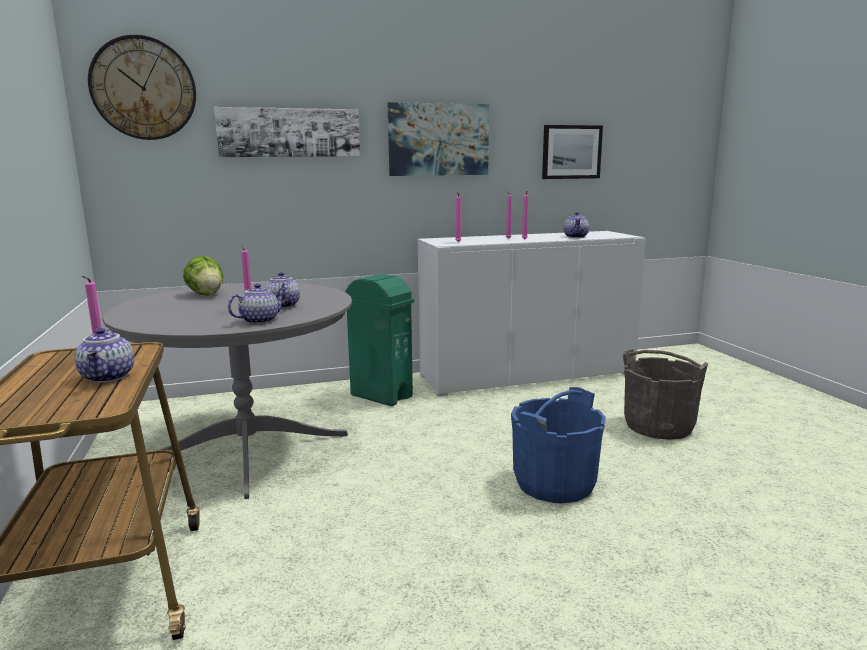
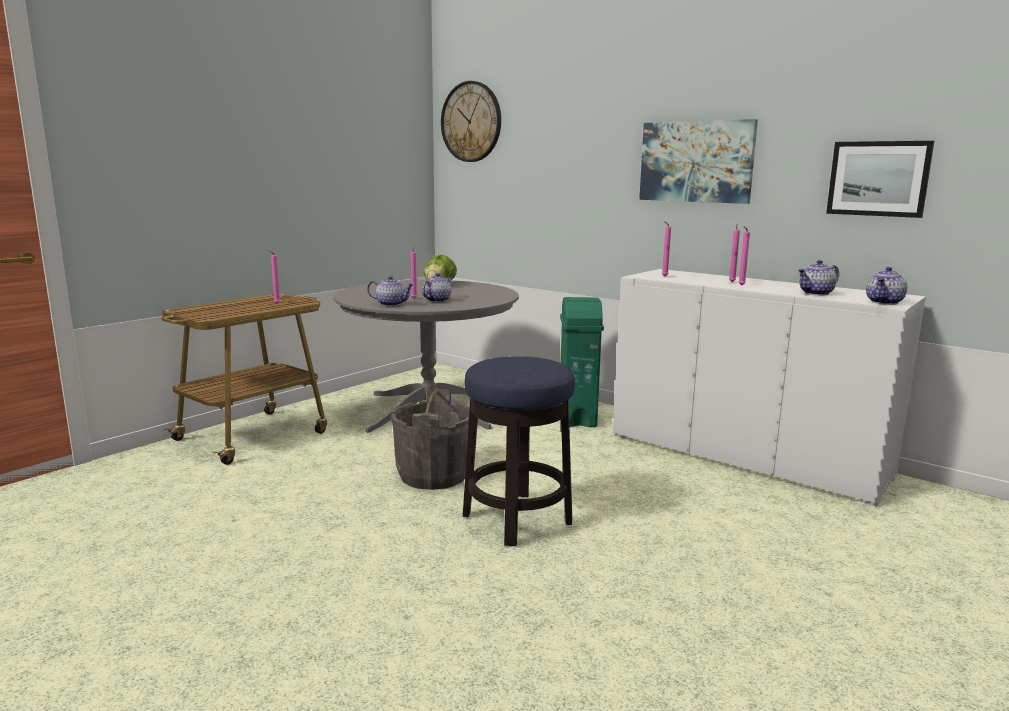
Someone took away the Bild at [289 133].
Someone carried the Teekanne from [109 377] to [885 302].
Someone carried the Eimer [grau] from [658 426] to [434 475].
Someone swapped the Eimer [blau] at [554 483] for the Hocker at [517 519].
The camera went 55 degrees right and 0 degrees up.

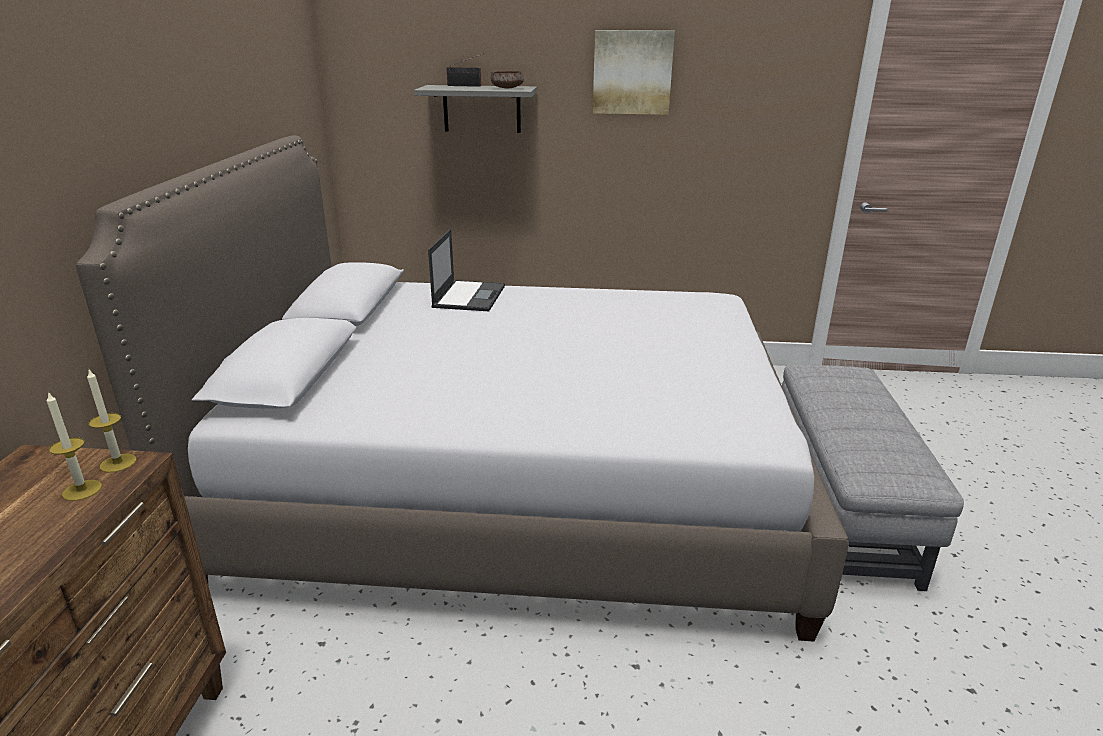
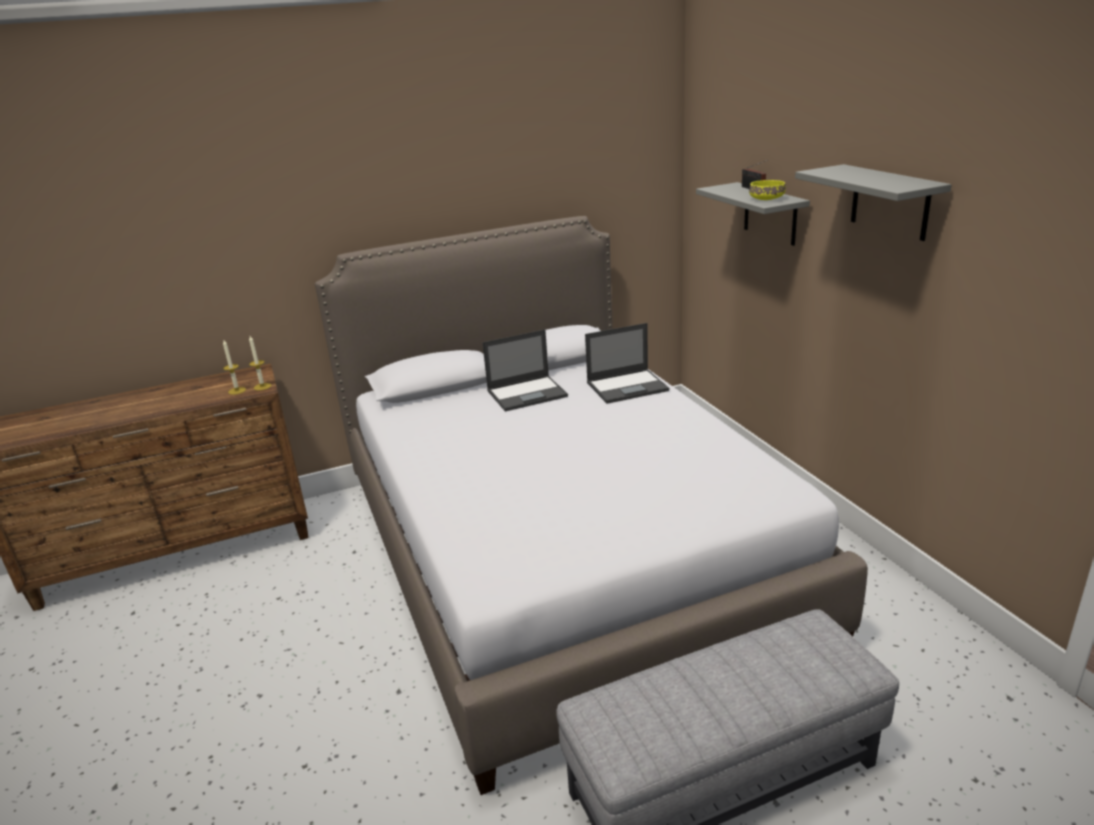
Someone swapped the Bild at [632 72] for the Wandregal [grau] at [890 202].
Someone repainted the Schüssel [braun] at [506 88], which became the Schüssel [gelb] at [766 199].
Someone put down the Laptop at [528 393].
The camera went 65 degrees right and 0 degrees up.

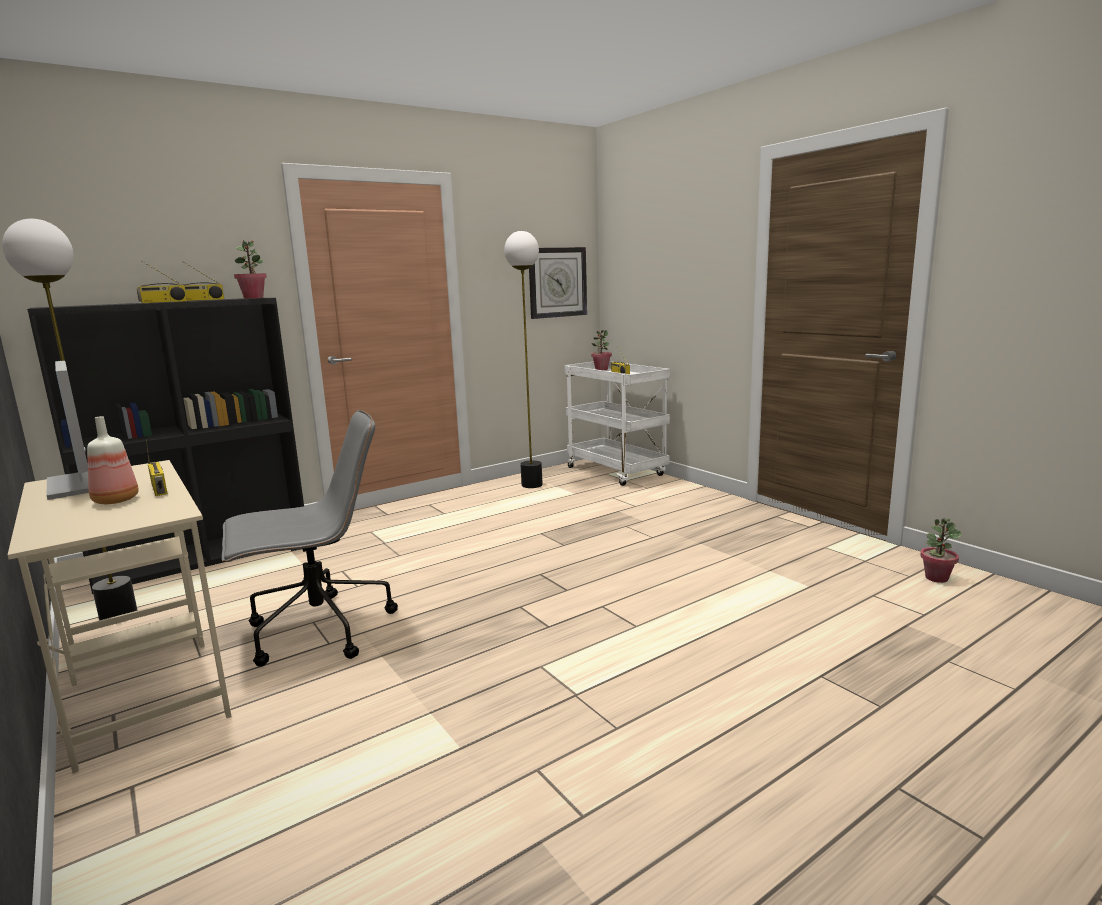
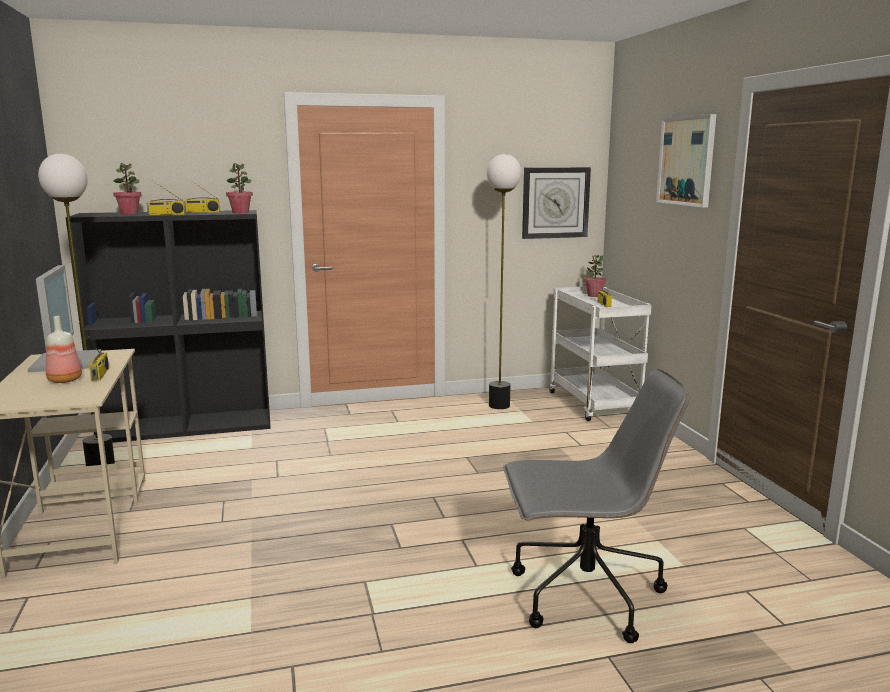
Someone carried the Bürostuhl [grau] from [318 631] to [583 596].
Someone carried the Topfpflanze from [936 578] to [129 213].
Someone put up the Bild at [686 161].
The camera went 20 degrees right and 0 degrees up.

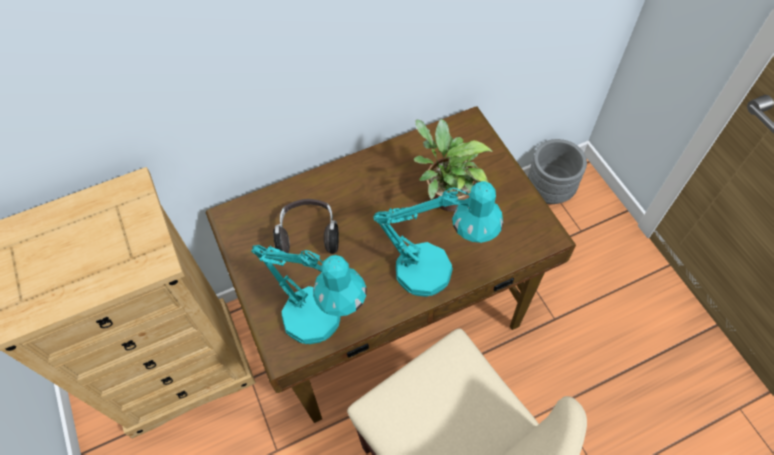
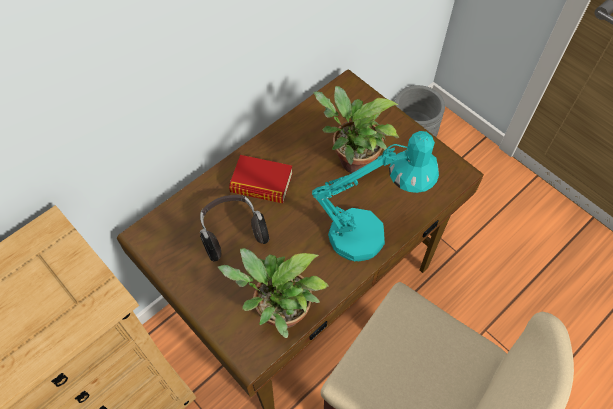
Someone swapped the Tischlampe [türkis] at [323 323] for the Topfpflanze at [279 313].
Someone put down the Buch at [261 183].
The camera went 20 degrees left and 0 degrees up.

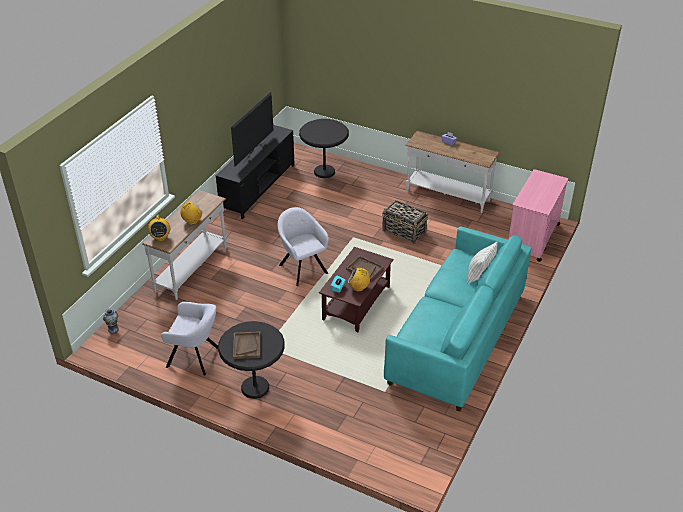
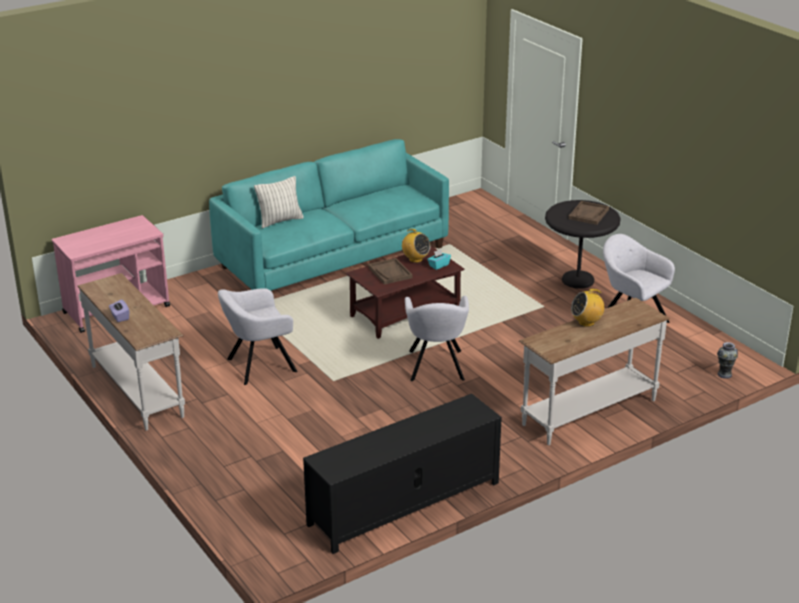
Someone took away the Fernseher at [254 152].
Someone took away the Beistelltisch [schwarz] at [324 172].
Someone swapped the Korb at [404 232] for the Sessel [grau] at [258 366].
Someone took away the Radio at [160 237].
The camera went 150 degrees left and 10 degrees down.

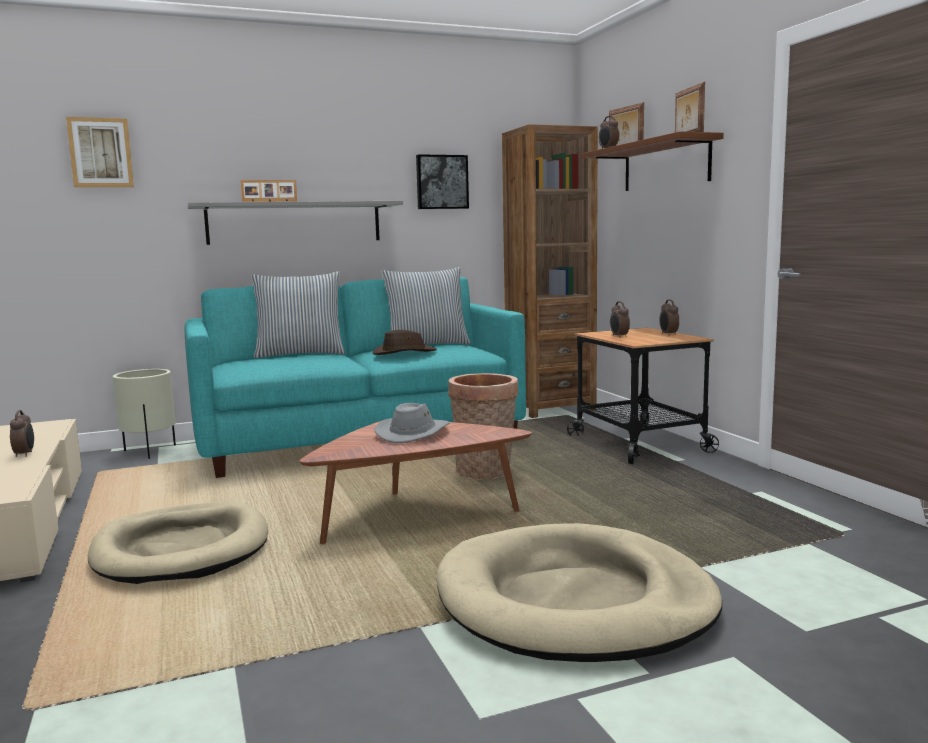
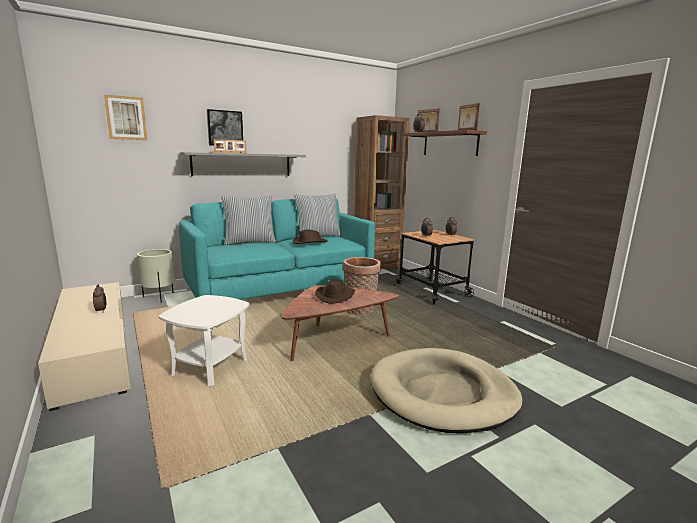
Someone carried the Bild from [441 182] to [225 128].
Someone repainted the Hut [grau] at [413 433], which became the Hut [braun] at [335 296].
Someone swapped the Hundebett [beige] at [182 549] for the Beistelltisch [weiß] at [210 367].
The camera went 10 degrees left and 5 degrees up.

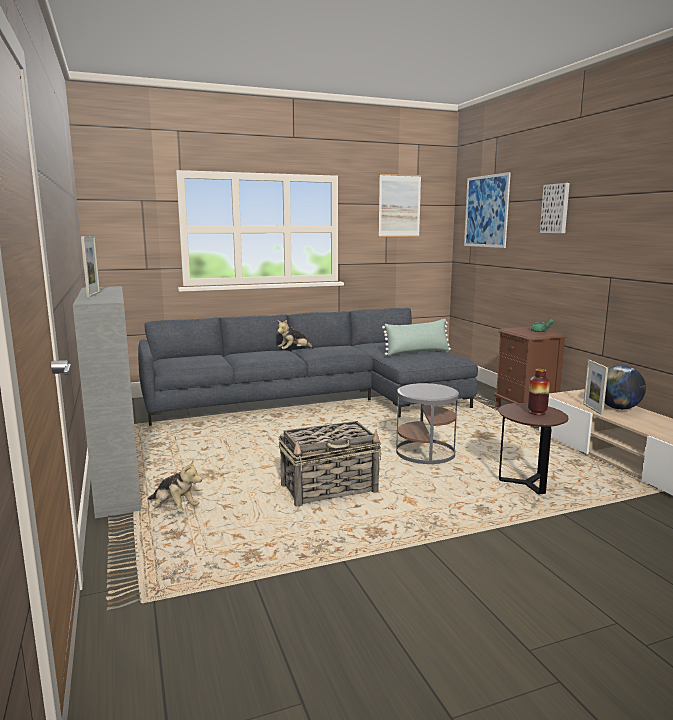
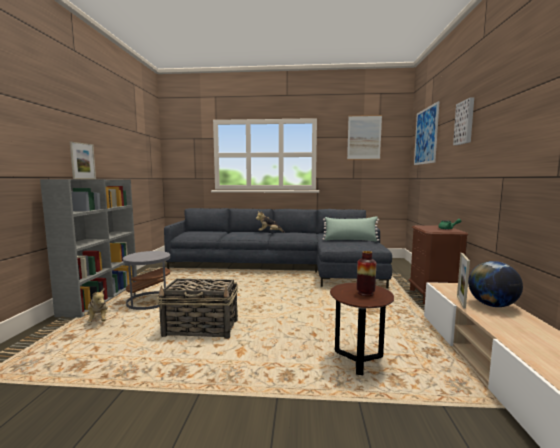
Someone carried the Beistelltisch [grau] from [425 452] to [150 301].
The camera went 25 degrees right and 5 degrees down.

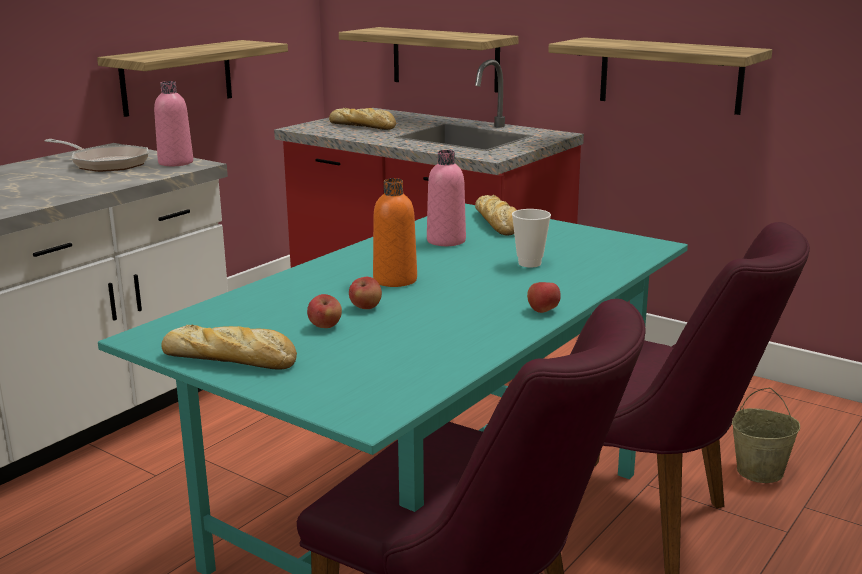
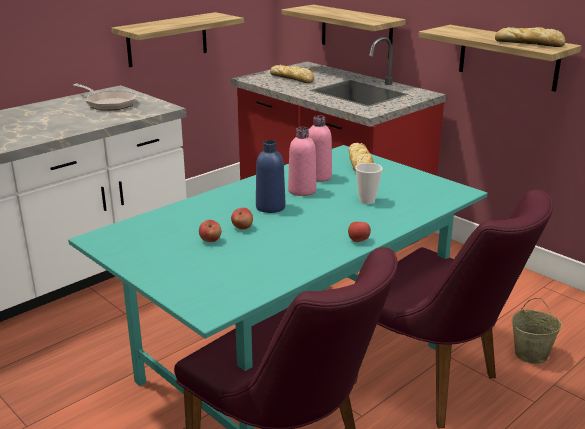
Someone carried the Flasche [rosa] from [176 163] to [302 191].
Someone repainted the Flasche [orange] at [395 280], which became the Flasche [blau] at [270 207].
Someone carried the Brot from [232 359] to [530 43].
The camera went 10 degrees right and 5 degrees up.

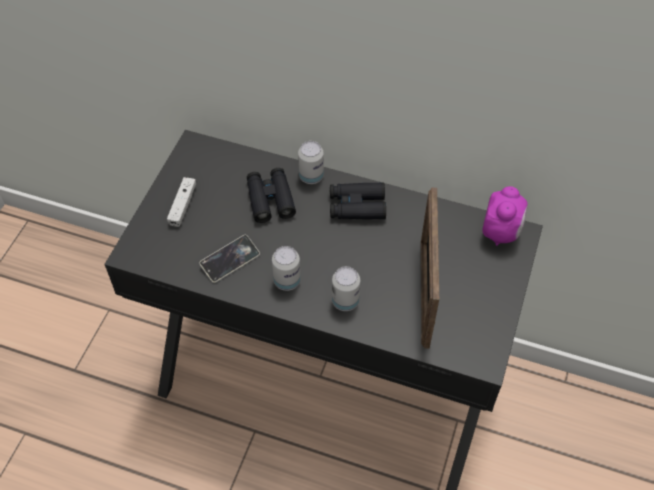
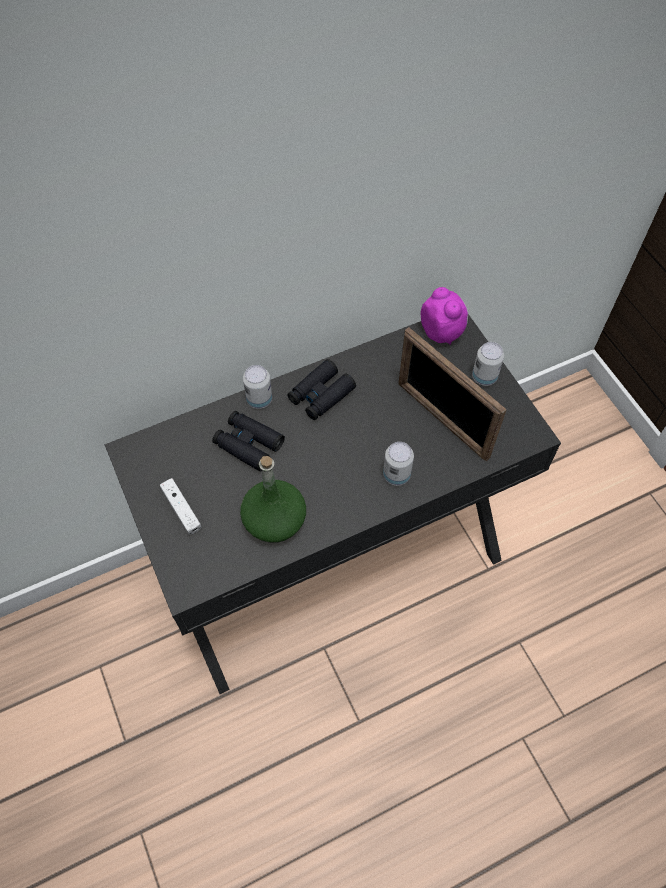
Someone swapped the Handy at [230 260] for the Flasche [grün] at [275 520].
Someone carried the Dose from [287 281] to [484 377].
The camera went 45 degrees left and 5 degrees up.

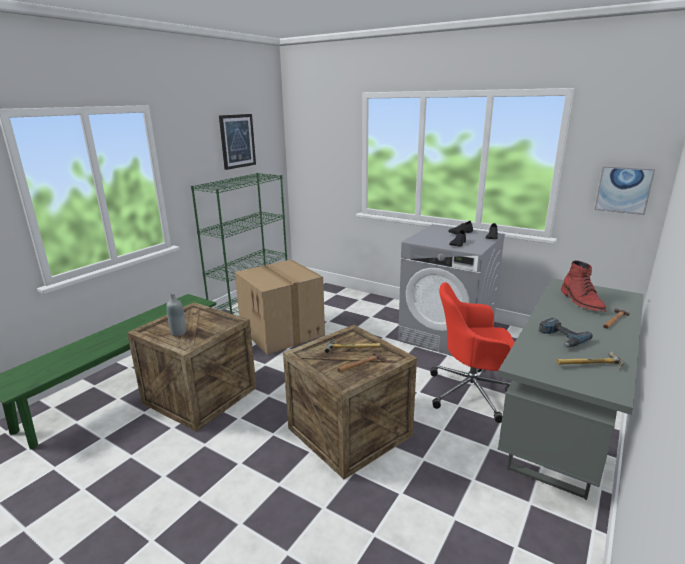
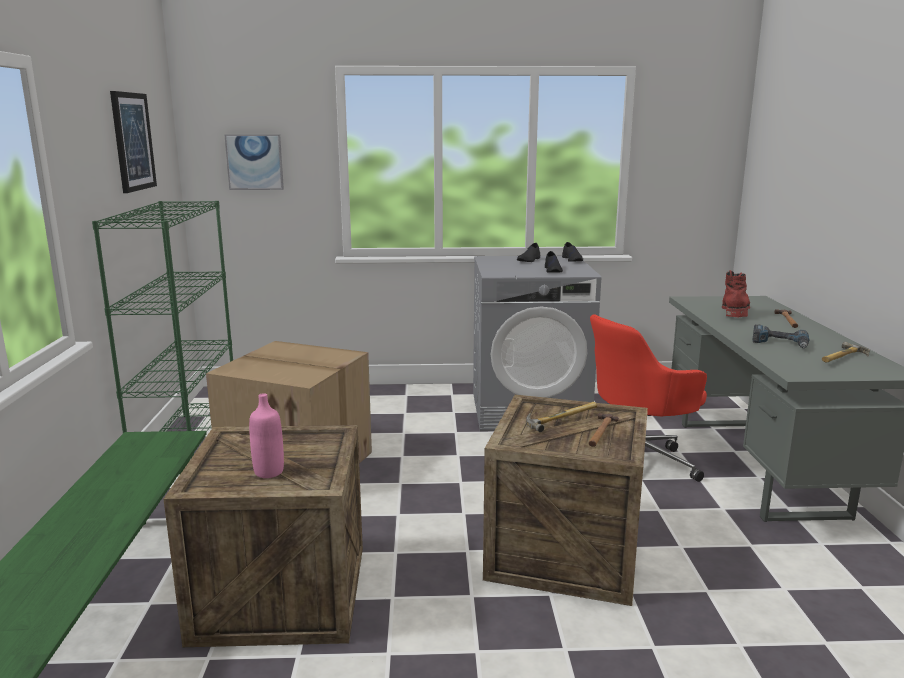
Someone carried the Bild from [623 190] to [254 162].
Someone rotated the Stiefel [rot] at [581 302] by 120 degrees counterclockwise.
Someone repainted the Flasche [grau] at [178 333], which became the Flasche [rosa] at [269 472].
The camera went 35 degrees left and 5 degrees down.

